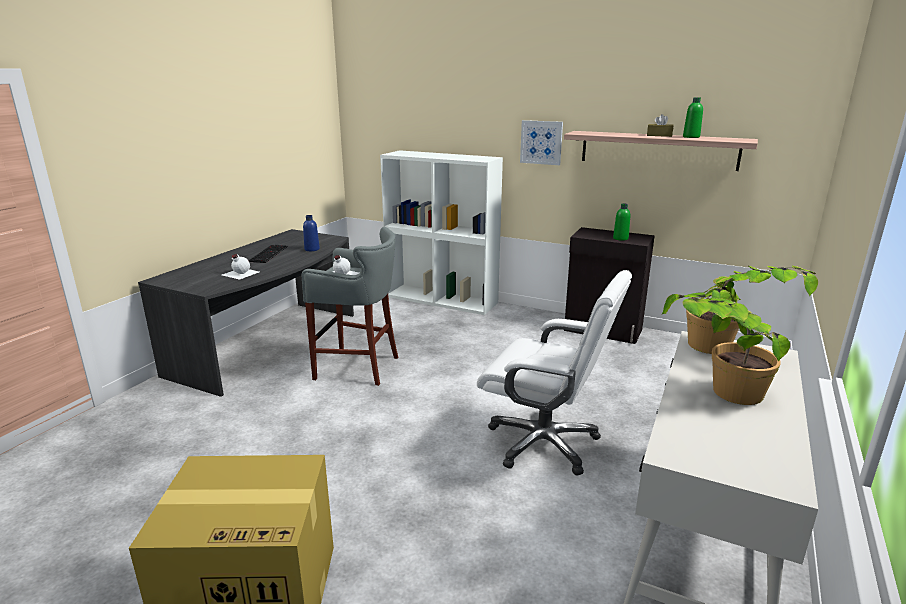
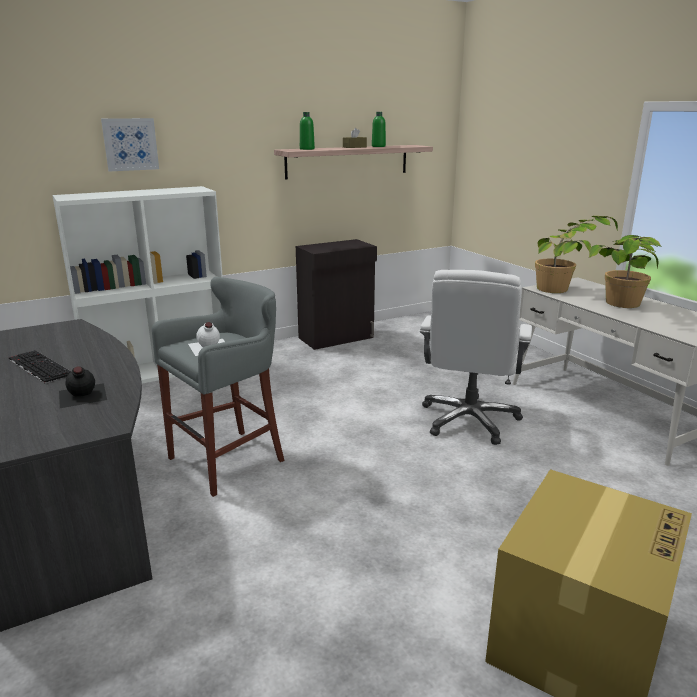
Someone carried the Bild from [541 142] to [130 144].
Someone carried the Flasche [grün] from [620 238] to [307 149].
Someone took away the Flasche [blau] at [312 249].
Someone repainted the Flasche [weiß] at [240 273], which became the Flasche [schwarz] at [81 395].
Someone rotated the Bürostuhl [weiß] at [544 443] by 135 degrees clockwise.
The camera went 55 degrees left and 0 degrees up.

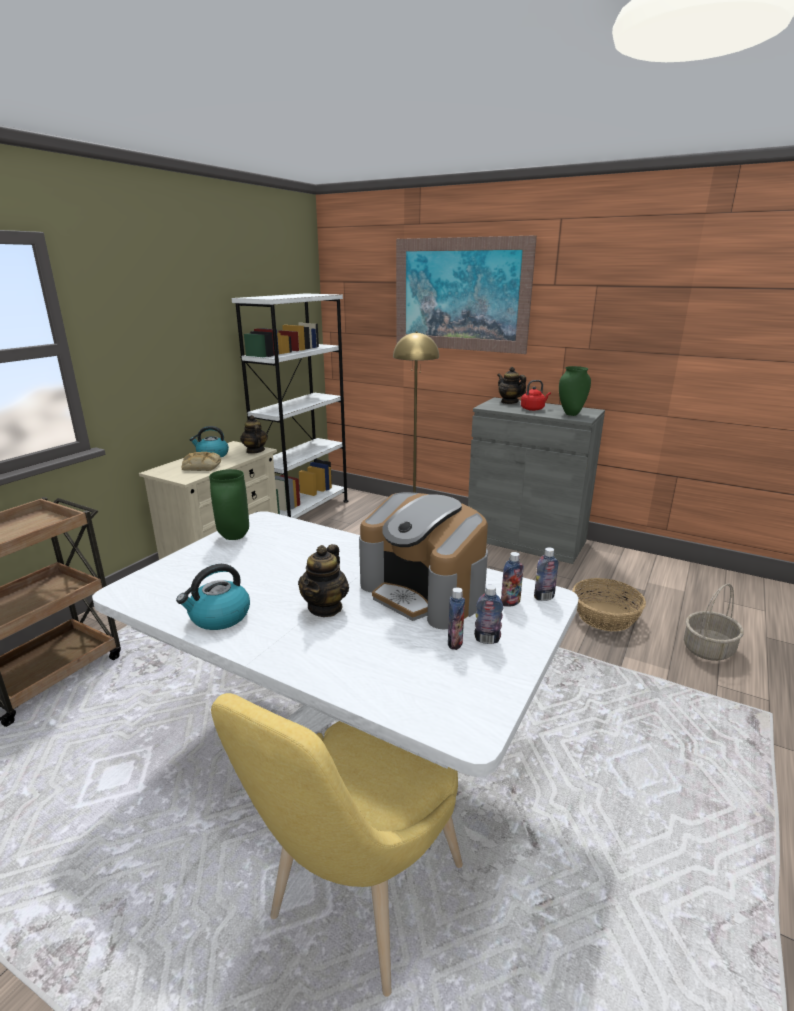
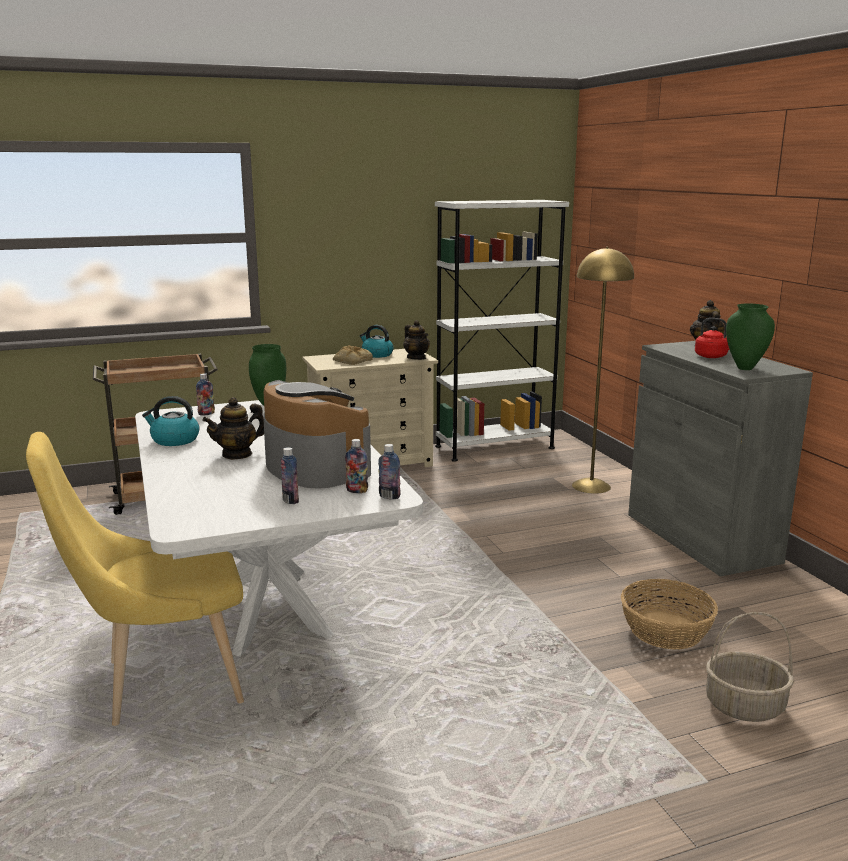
Someone took away the Bild at [460 295].
Someone rotated the Teekanne at [255 451] by 135 degrees clockwise.
Someone rotated the Kaffeemaschine at [424 592] by 150 degrees clockwise.
Someone carried the Flasche from [455 643] to [206 414].
The camera went 40 degrees right and 5 degrees down.

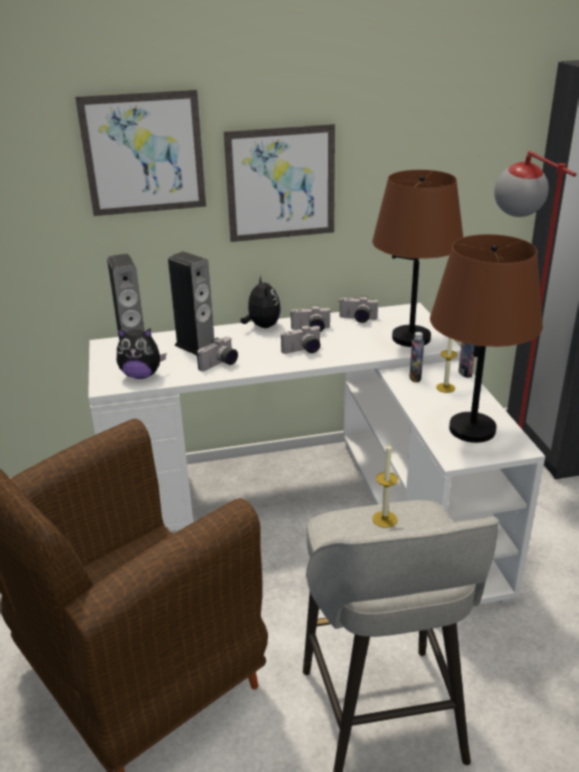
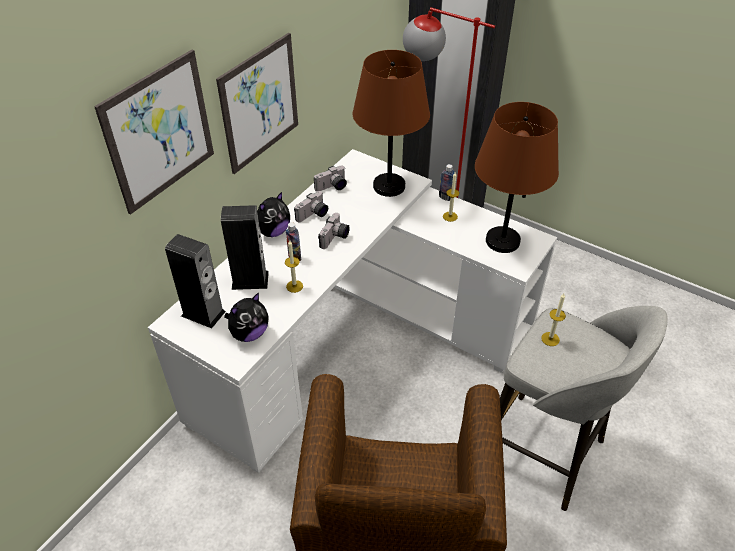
Someone rotated the Plüschtier at [262 326] by 105 degrees clockwise.
Someone carried the Flasche from [415 377] to [294 257].
Someone swapped the Kamera at [220 364] for the Kerze at [294 286].
The camera went 45 degrees left and 15 degrees up.

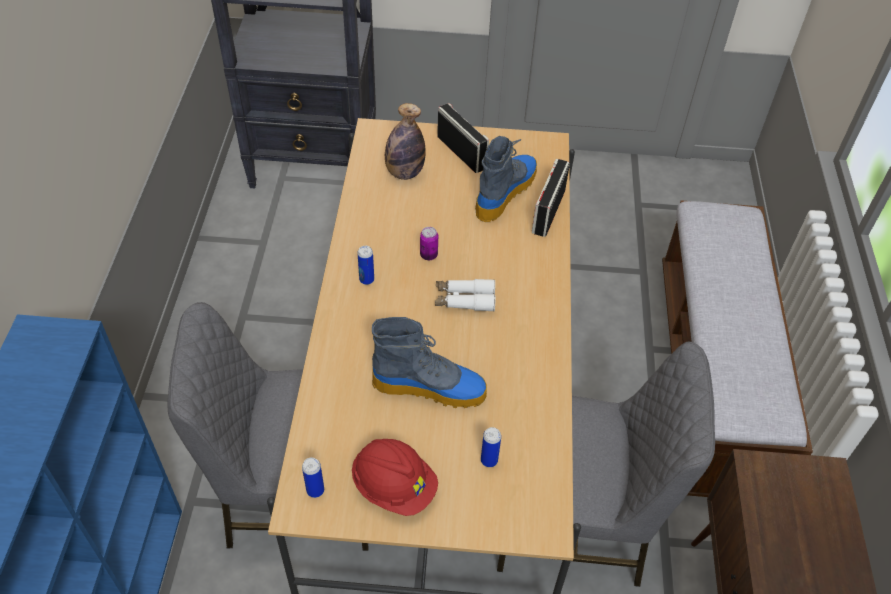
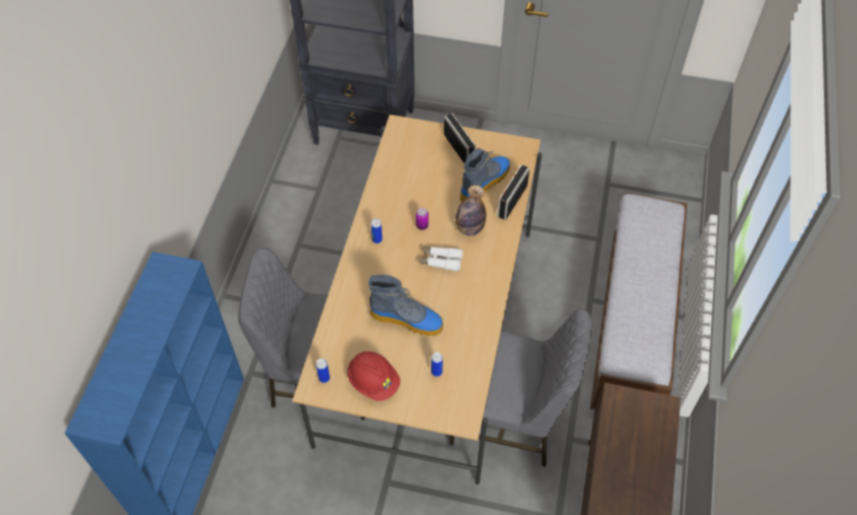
Someone carried the Flasche from [404 173] to [469 229].
The camera went 10 degrees right and 5 degrees up.

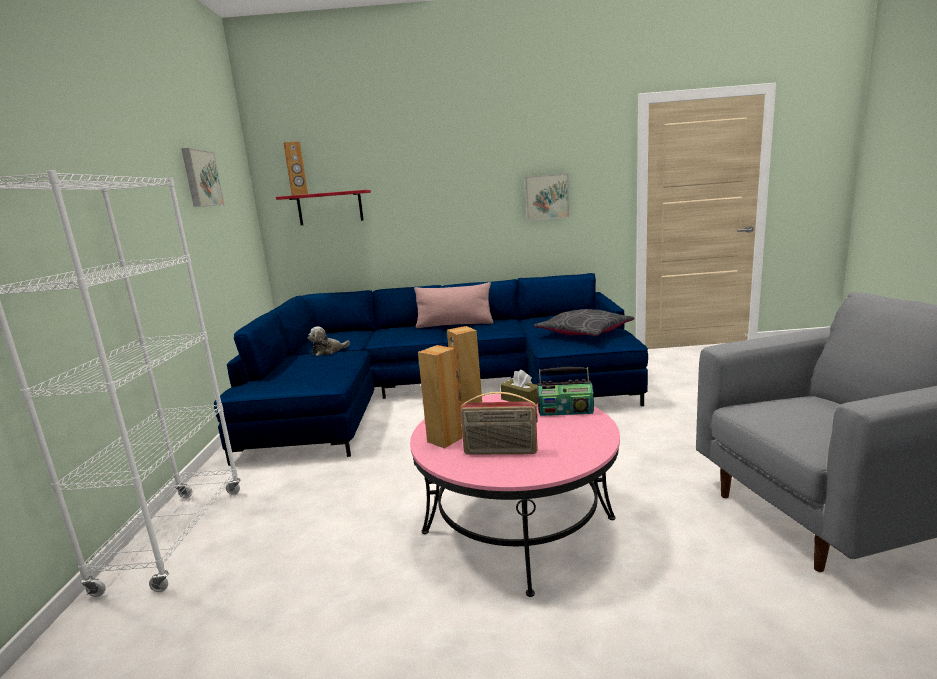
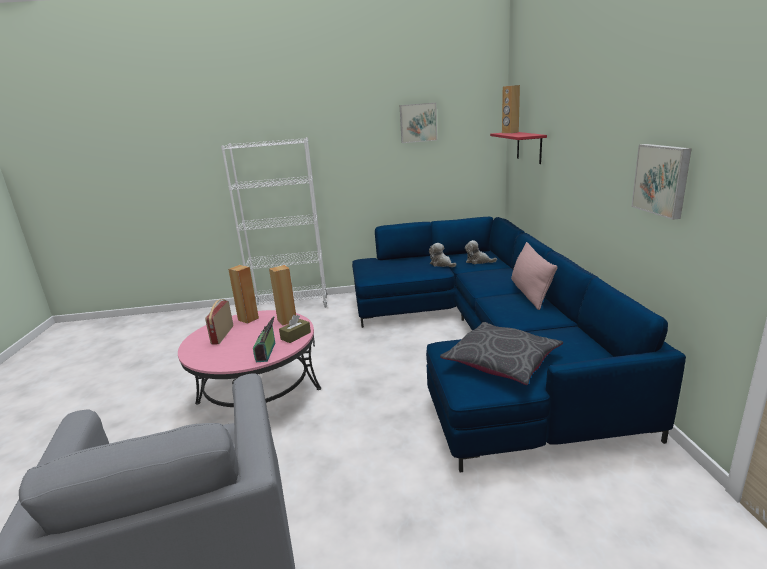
Someone put down the Plüschtier at [478 261].
The camera went 85 degrees right and 5 degrees up.

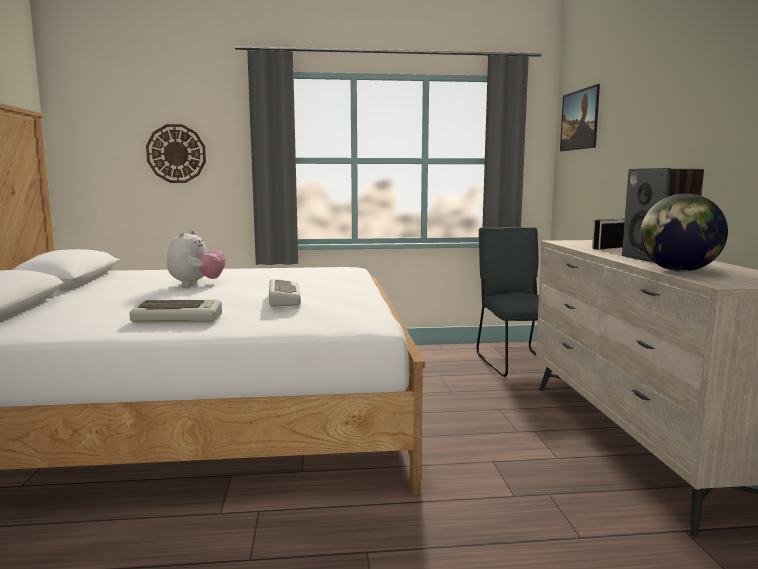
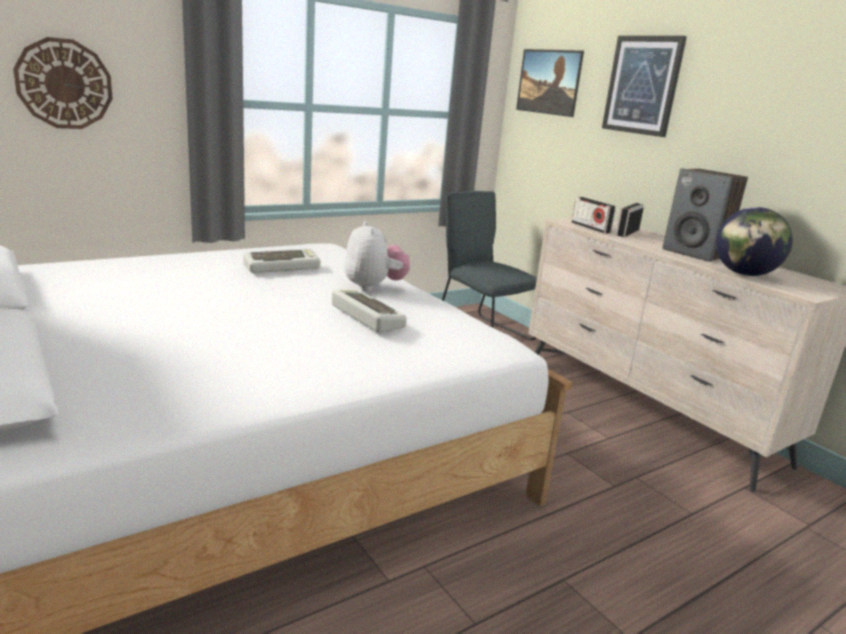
Someone carried the Plüschtier from [196 284] to [374 287].
Someone carried the Tastatur from [179 318] to [282 266].
Someone put up the Bild at [642 85].
Someone put down the Radio at [590 227].
The camera went 30 degrees left and 10 degrees up.

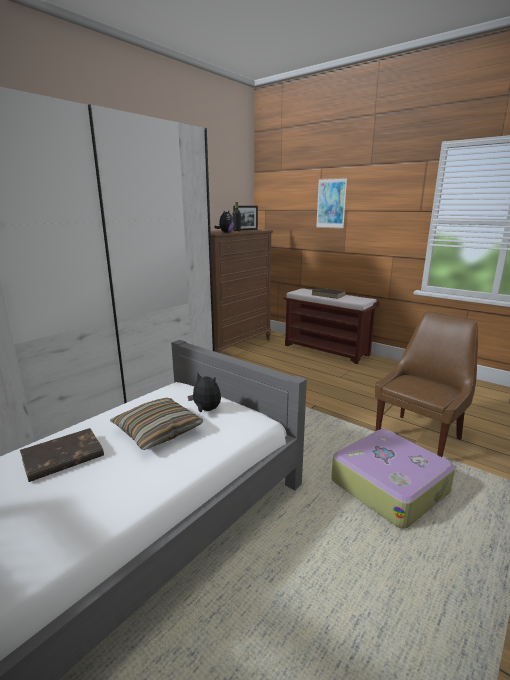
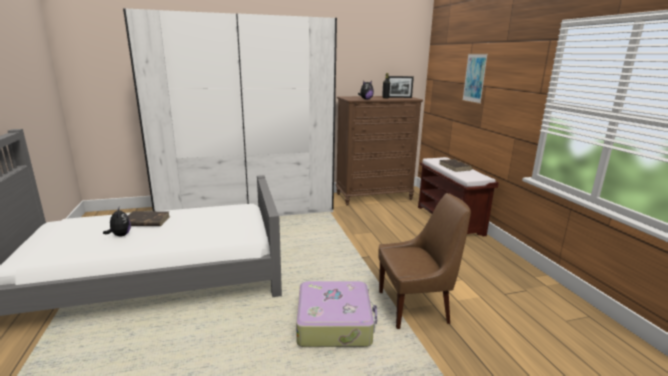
Someone carried the Plüschtier from [206 410] to [120 235].
Someone took away the Kissen at [158 431].
The camera went 35 degrees right and 0 degrees up.

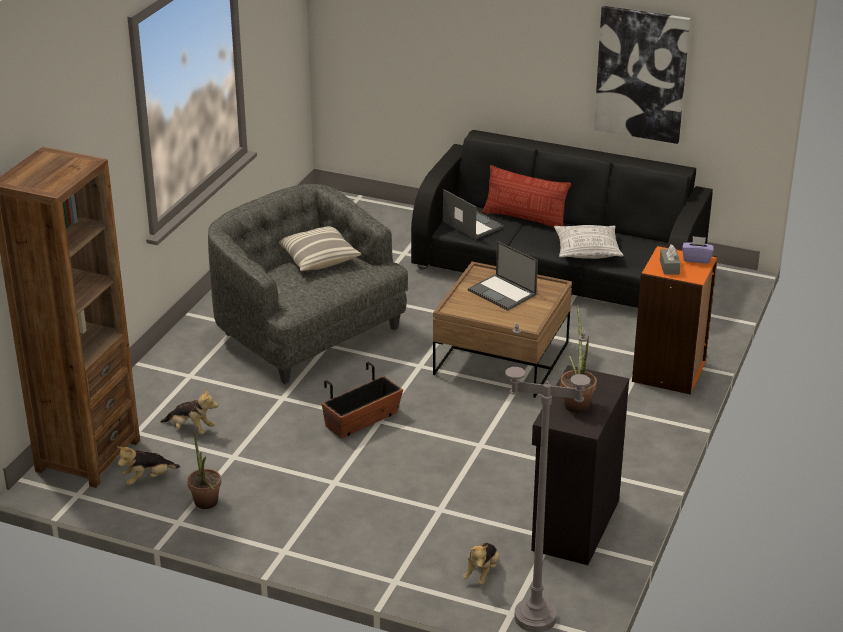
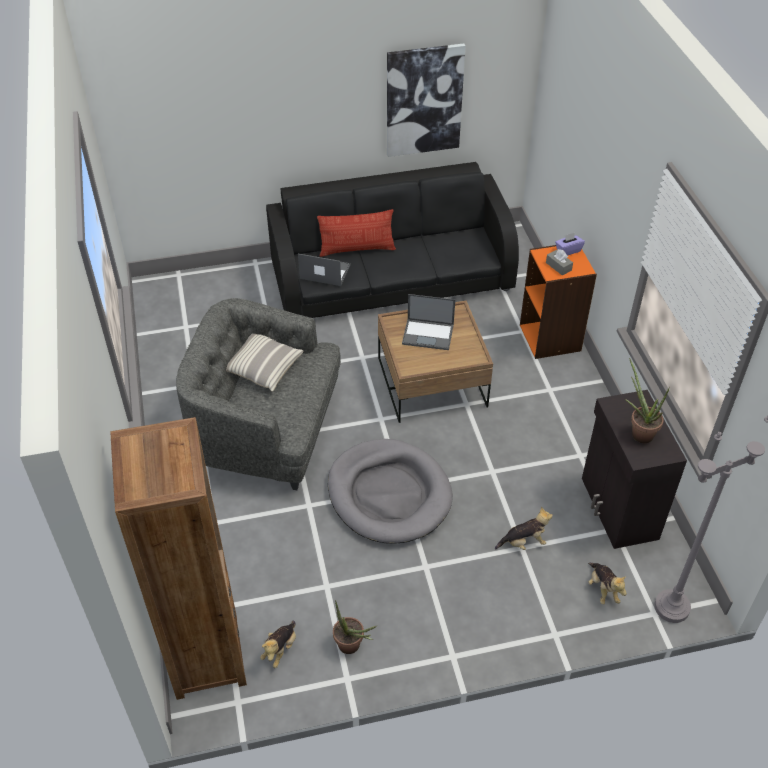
Someone took away the Kissen at [587 251].
Someone swapped the Pflanzkübel at [362 420] for the Hundebett [grau] at [389 494].
Someone carried the Plüschtier from [191 429] to [524 542].
The camera went 35 degrees left and 15 degrees up.

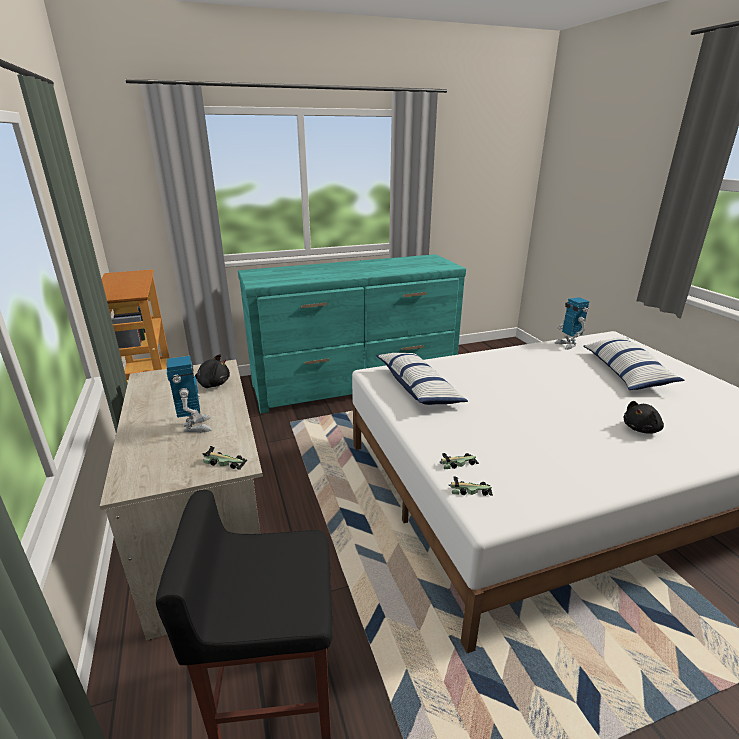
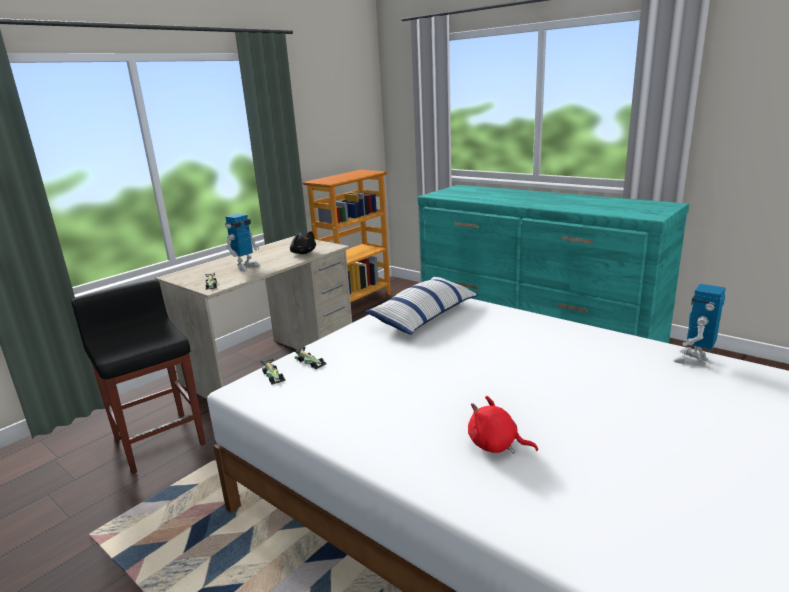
Someone took away the Kissen at [625 372].
Someone repainted the Plüschtier [schwarz] at [641 429], which became the Plüschtier [rot] at [496 445].
The camera went 60 degrees right and 5 degrees down.

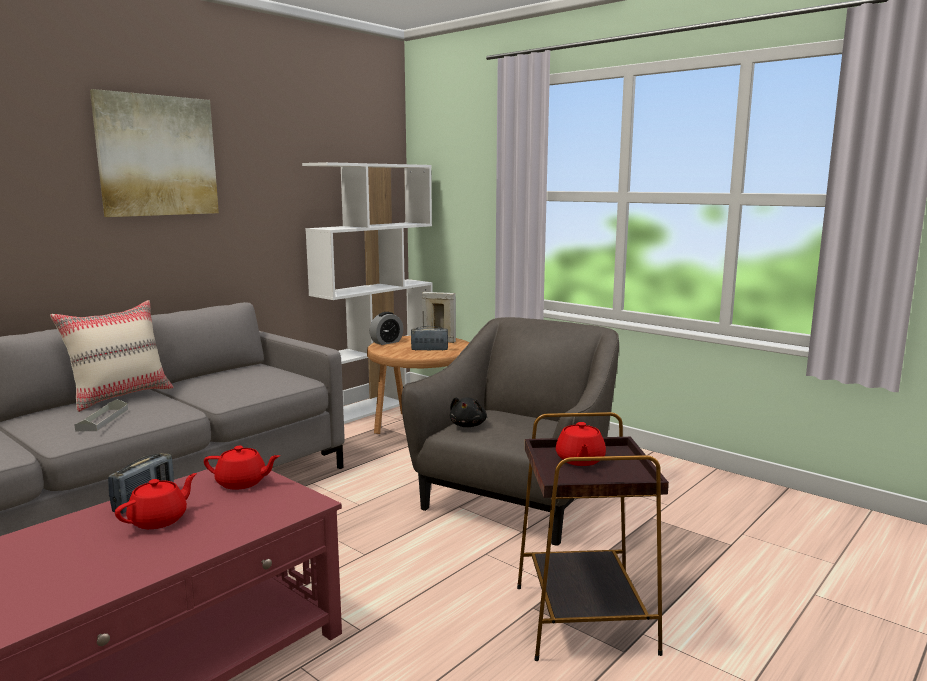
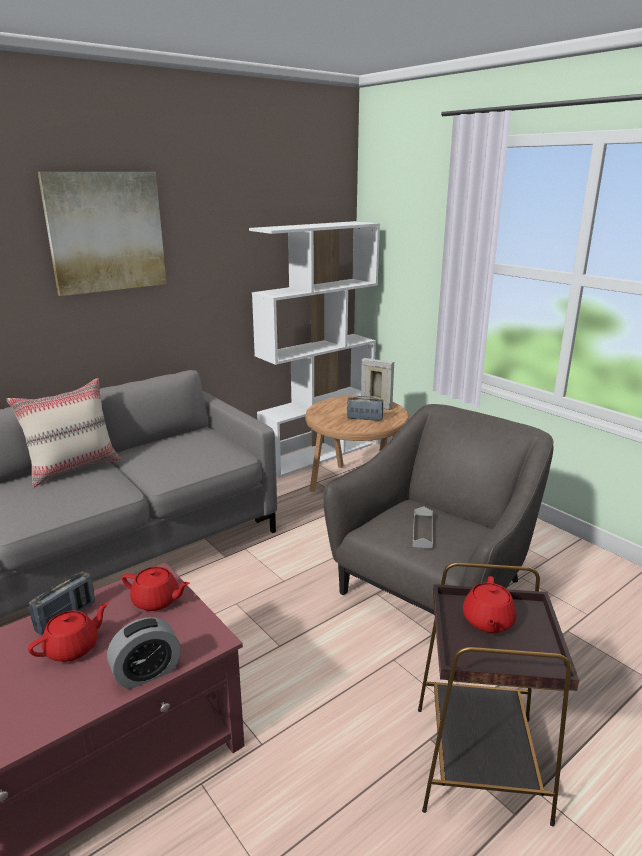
Someone carried the Wecker from [386 342] to [147 673].
Someone took away the Plüschtier [schwarz] at [468 425].
Someone carried the Tablett [grau] from [102 419] to [422 530].
The camera went 10 degrees right and 10 degrees up.

